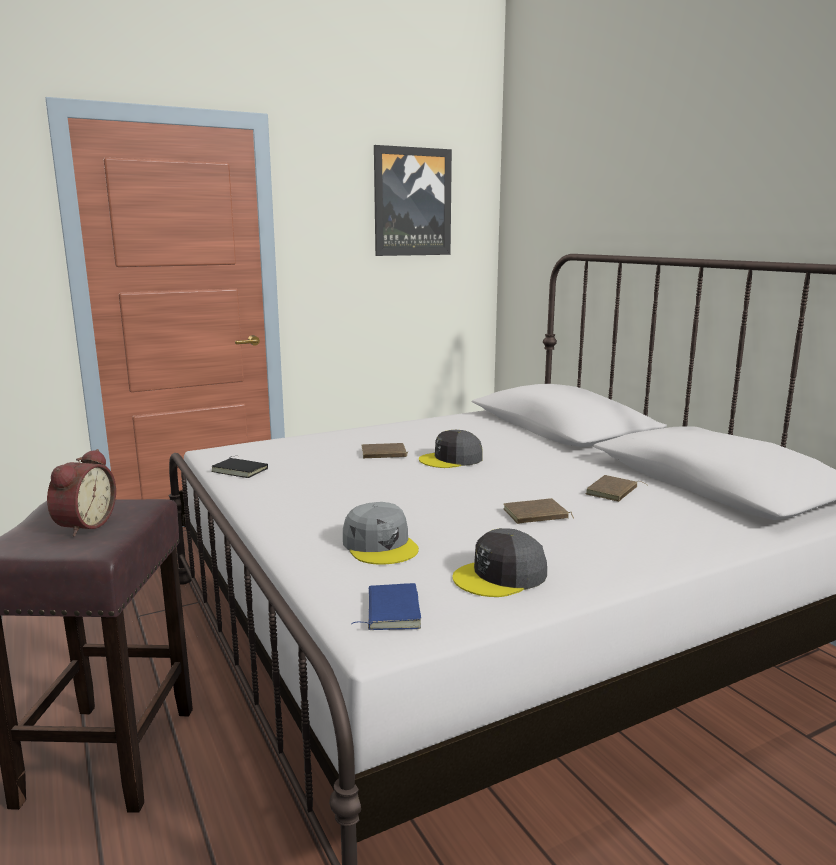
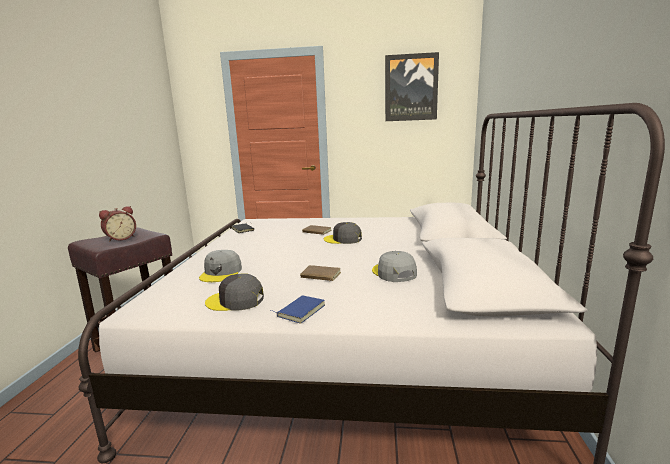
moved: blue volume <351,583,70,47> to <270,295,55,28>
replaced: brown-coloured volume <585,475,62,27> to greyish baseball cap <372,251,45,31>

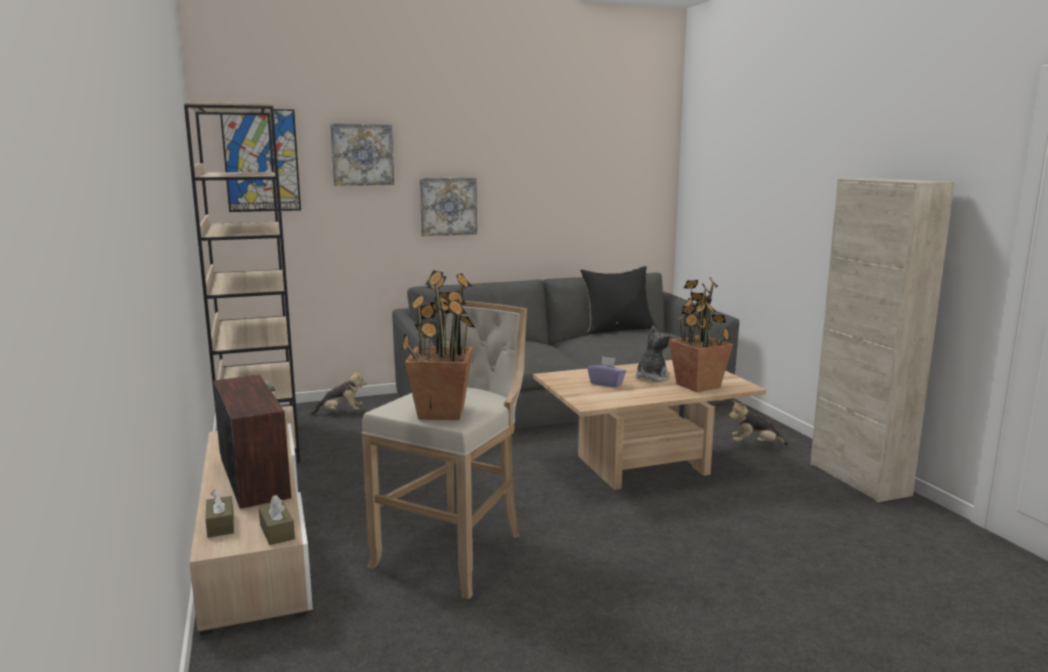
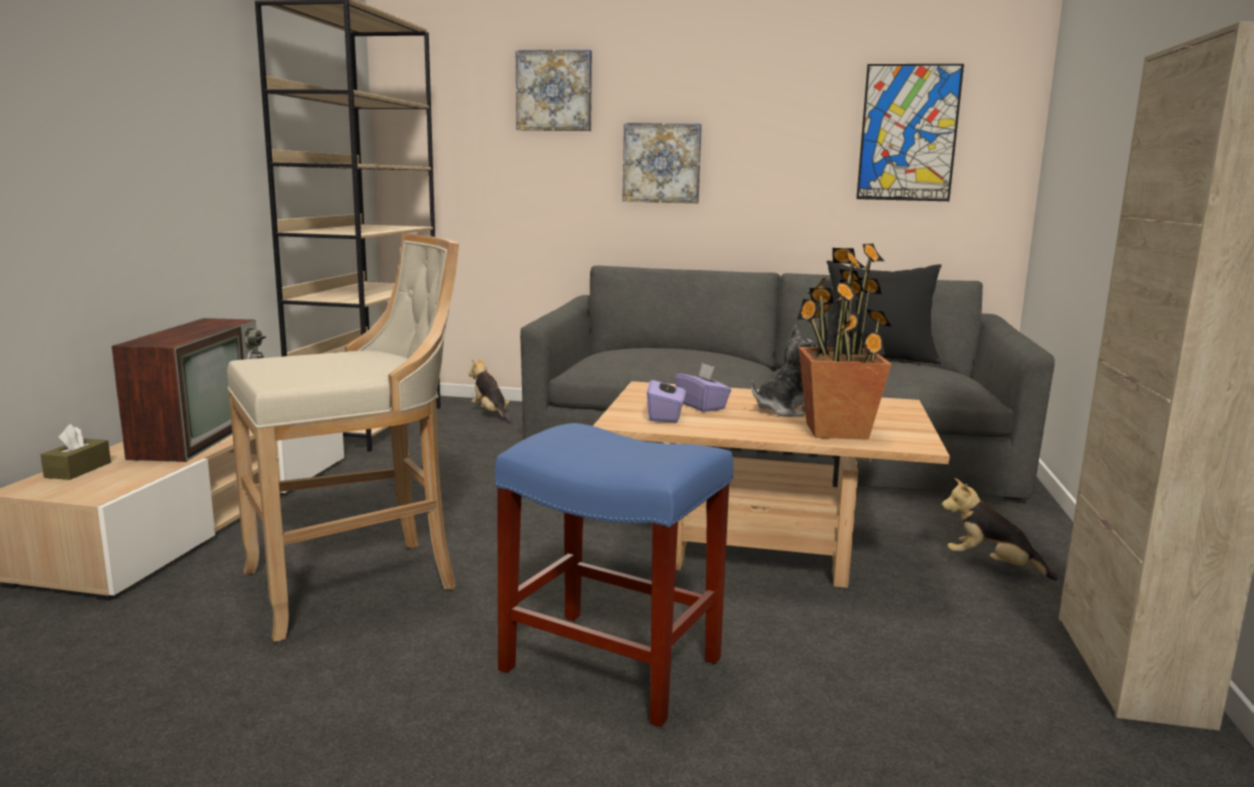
removed: brown-coloured box of tissues <259,495,36,50>; houseplant <401,270,75,150>
added: blue sitting stool <495,423,239,304>; purple box of tissues <647,373,39,49>
moved: wall art <220,109,81,103> to <856,64,108,137>
turned: plush toy <310,369,57,46> = <469,358,43,64> 150 degrees counterclockwise

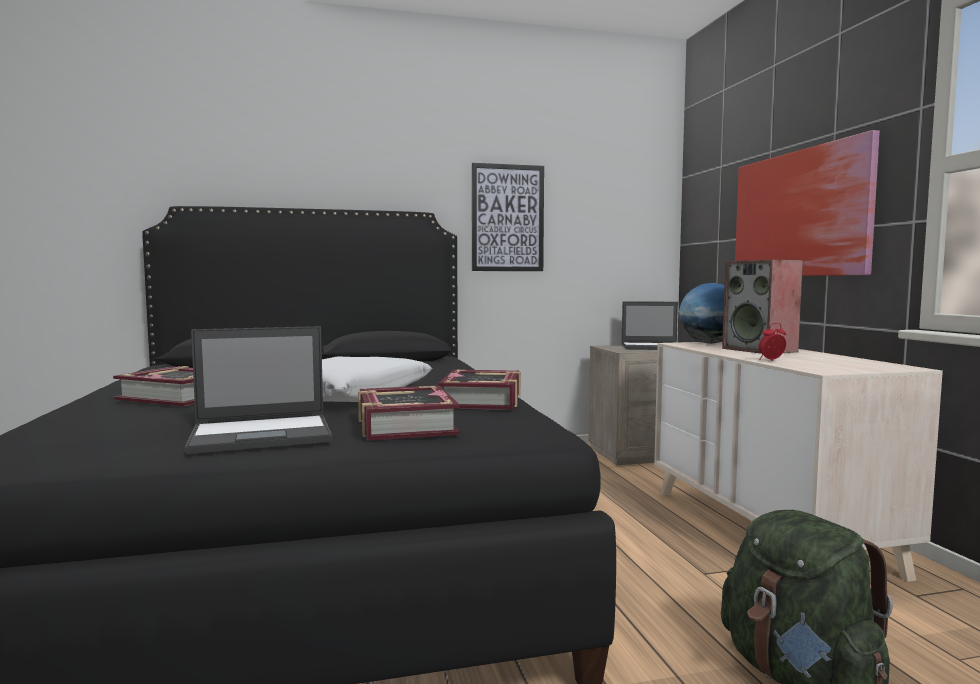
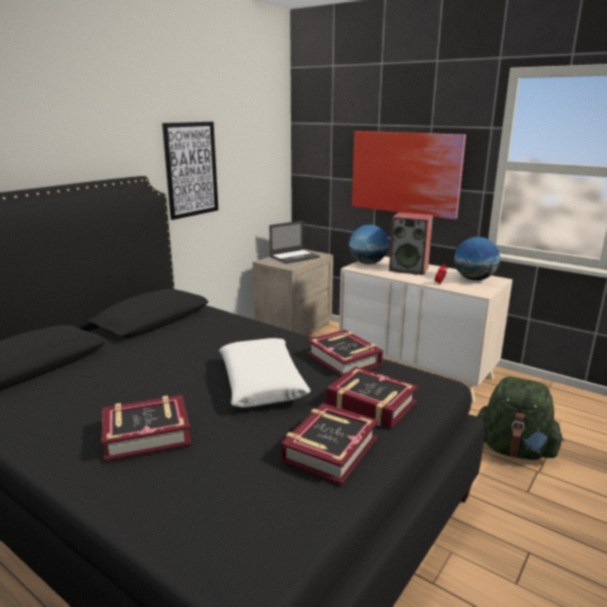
added: world globe <454,237,46,43>
replaced: portable computer <184,326,148,128> to volume <281,403,98,82>

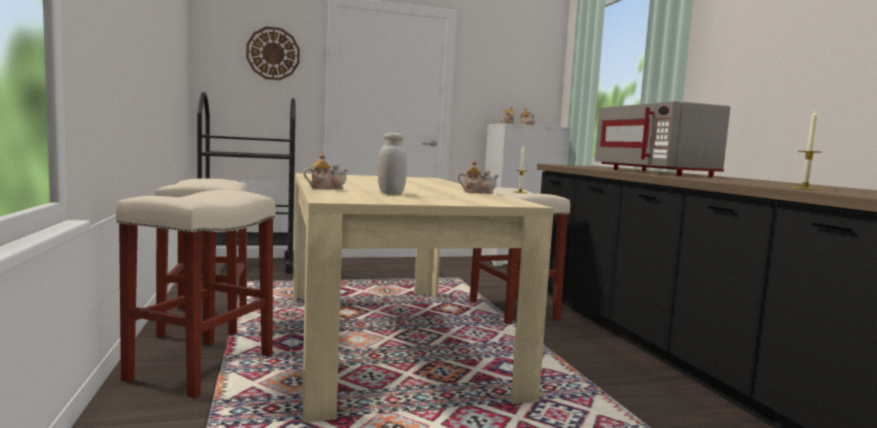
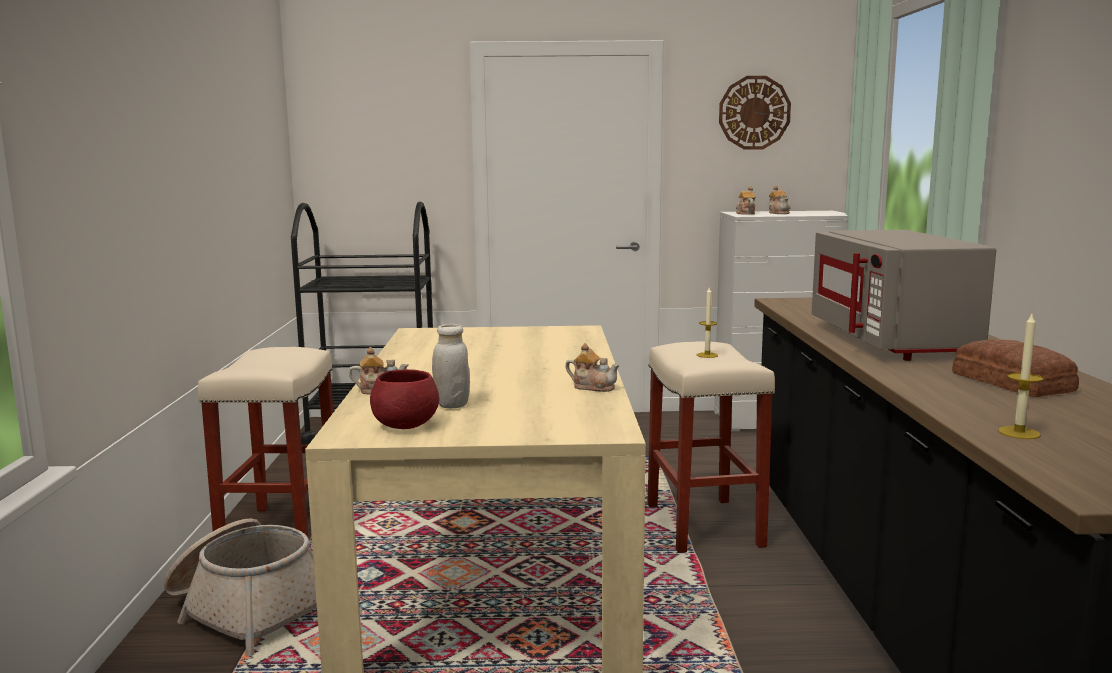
added: reddish serving bowl <370,369,69,60>; bakery bread <952,339,127,58>
moved: clock on the wall <246,26,54,54> to <719,76,72,74>
replaced: sand-coloured sitting stool <116,190,160,209> to storage basket <164,518,153,138>

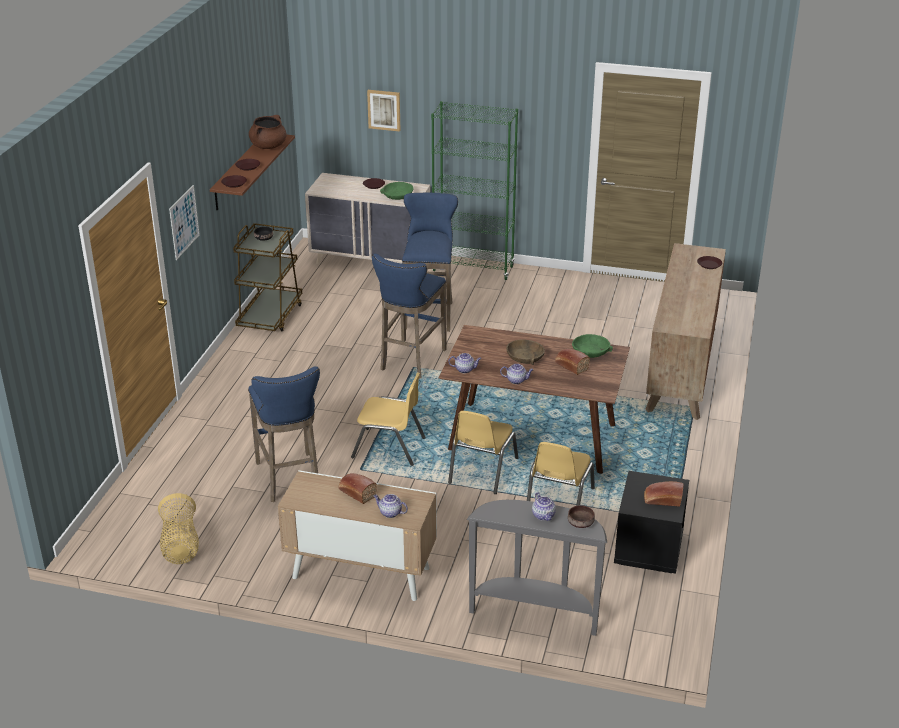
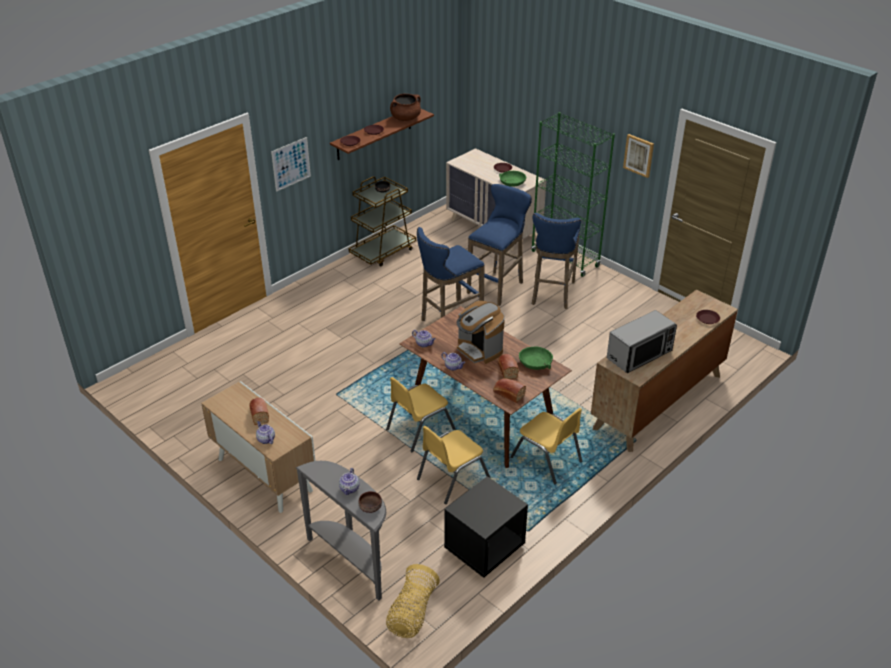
added: kitchen microwave <607,310,70,63>
moved: storage basket <158,493,41,71> to <386,564,54,74>; bakery bread <644,481,39,26> to <493,378,33,25>; yellowish plain chair <351,372,75,94> to <510,408,72,76>; blue sitting stool <248,366,72,136> to <532,213,49,96>; wall art <367,90,33,42> to <623,134,31,44>
replaced: brown-coloured serving bowl <506,340,39,25> to coffee machine <457,301,48,63>

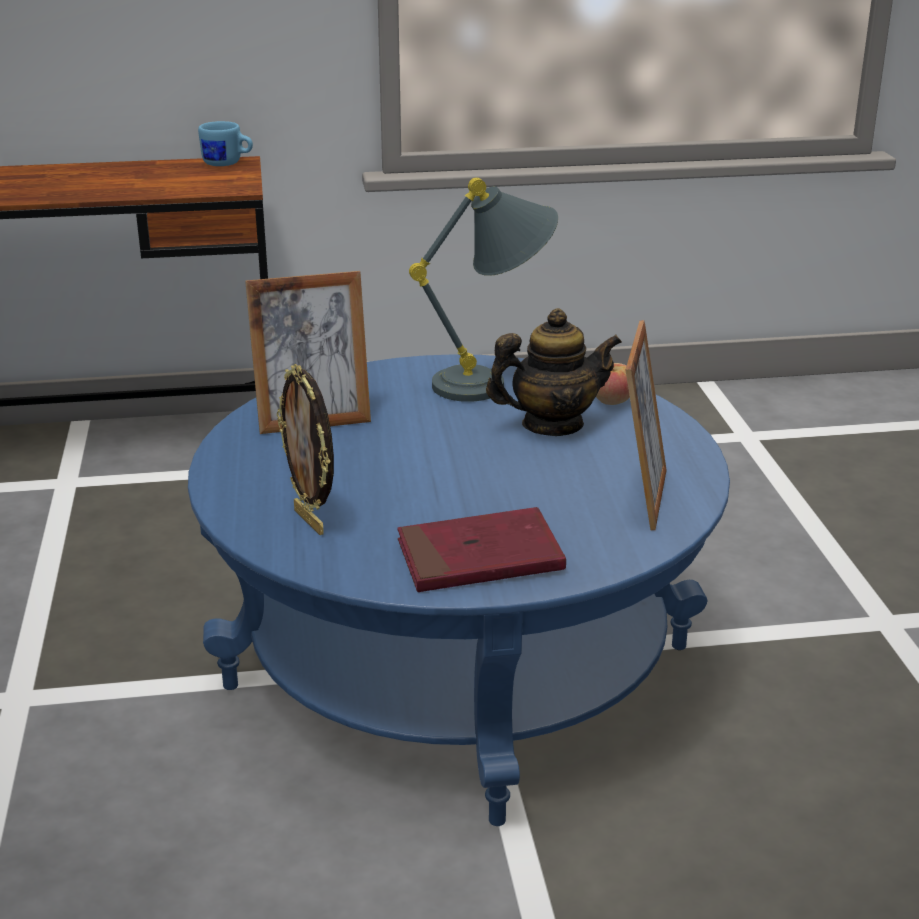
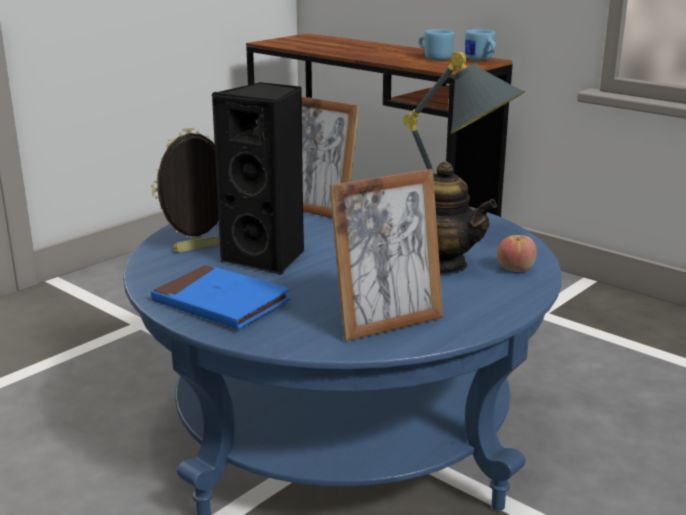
added: black audio speaker <211,82,94,193>; blue mug <419,29,35,31>
recoloured: reddish volume <397,507,169,85> to blue volume <151,264,140,65>
turned: photo frame <277,364,57,171> = <151,128,69,125> 45 degrees clockwise

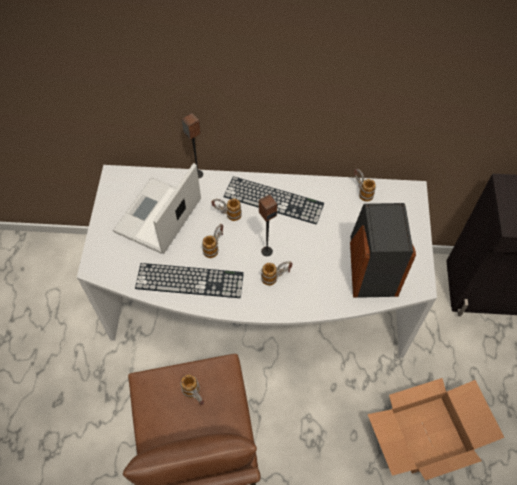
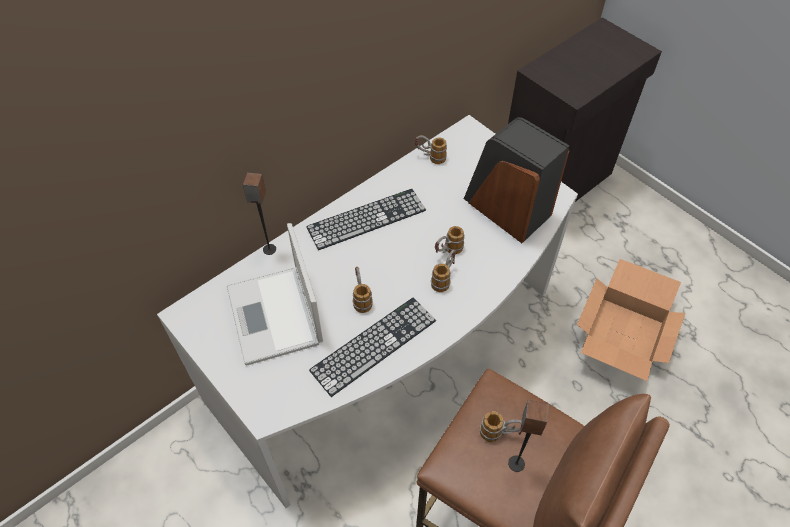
moved: mug <211,198,31,23> to <435,226,30,28>; audio speaker <259,194,18,62> to <508,400,41,72>

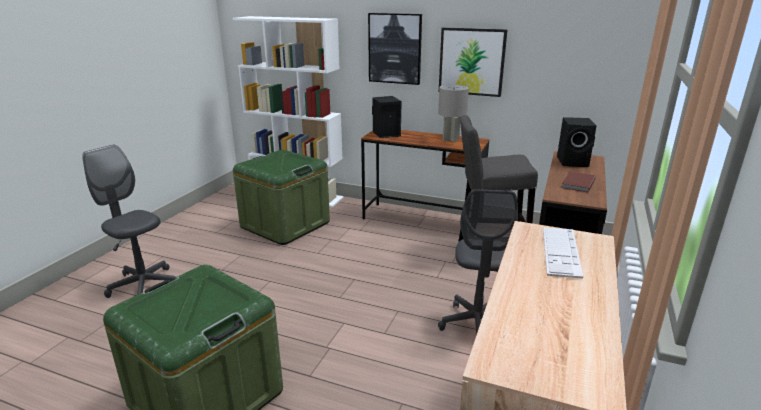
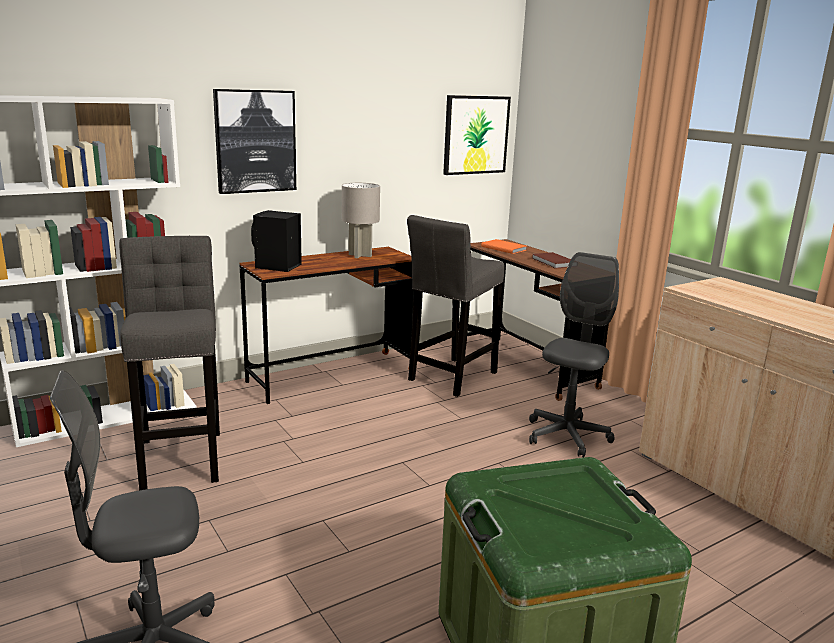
removed: computer keyboard <543,228,40,50>
moved: wall art <439,27,69,70> to <443,95,68,80>
replaced: green-coloured storage box <233,150,97,95> to greyish sitting stool <119,236,101,255>; black audio speaker <557,117,40,50> to orange volume <481,239,46,15>
turned: greyish desk chair <438,189,80,146> = <529,252,90,206> 105 degrees counterclockwise

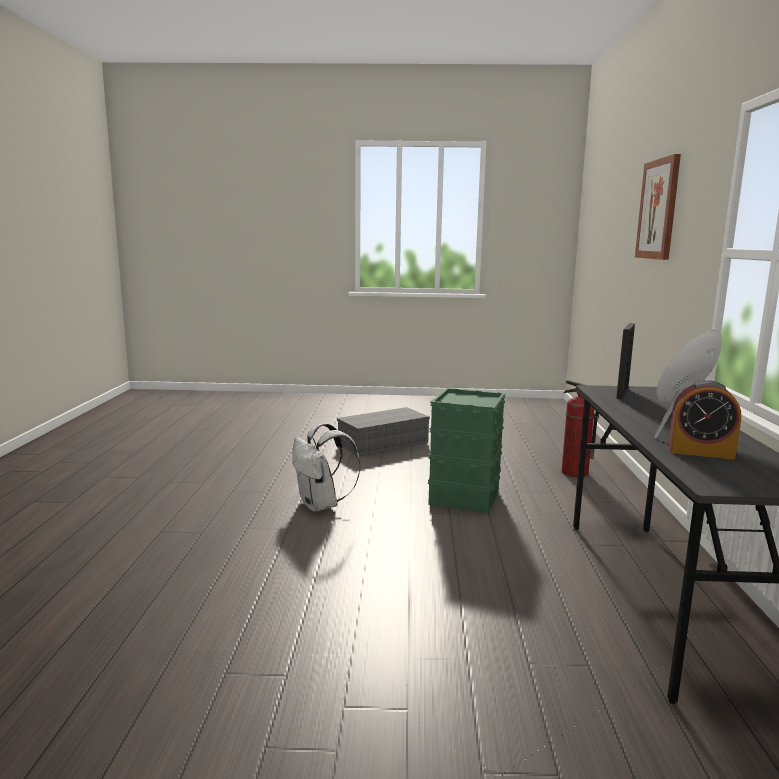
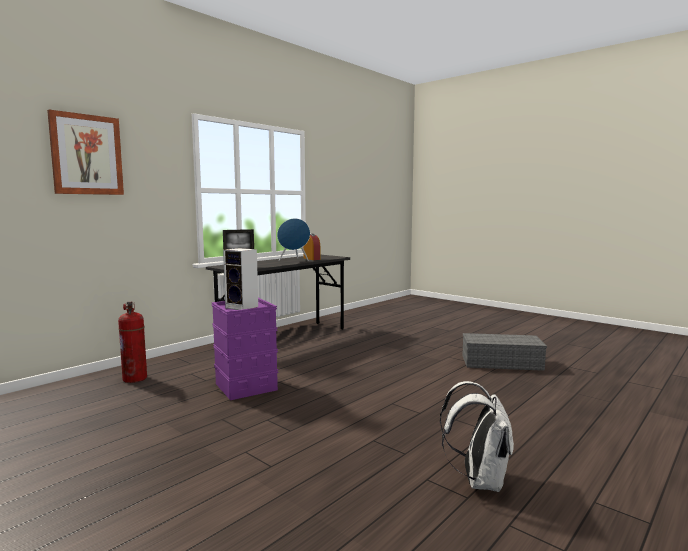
added: audio speaker <223,248,35,62>
moved: whitish knapsack <292,423,69,89> to <440,381,74,111>; greyish storage box <337,407,93,49> to <462,333,85,38>
recoloured: green-coloured storage box <428,388,77,126> to purple storage box <211,298,67,102>

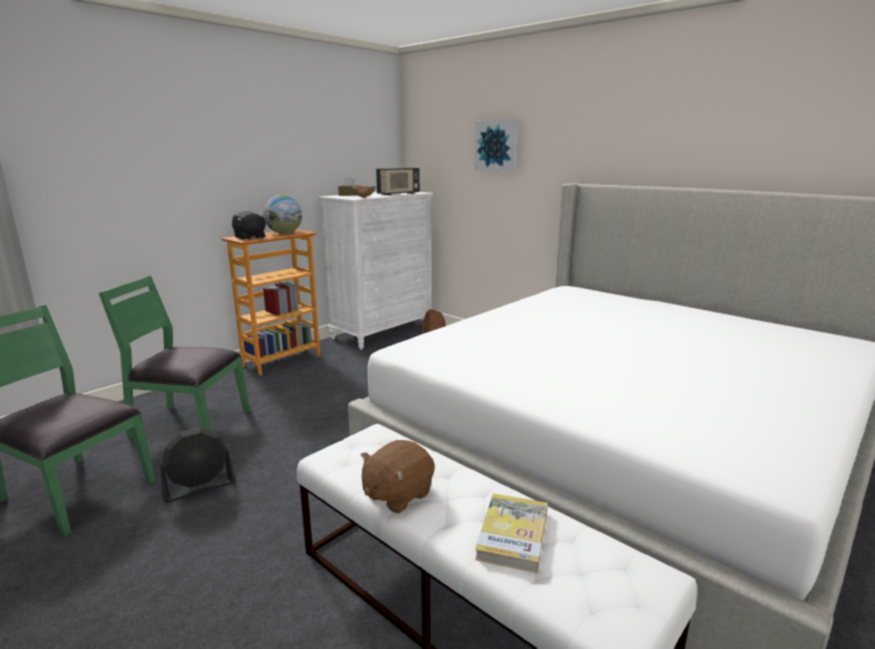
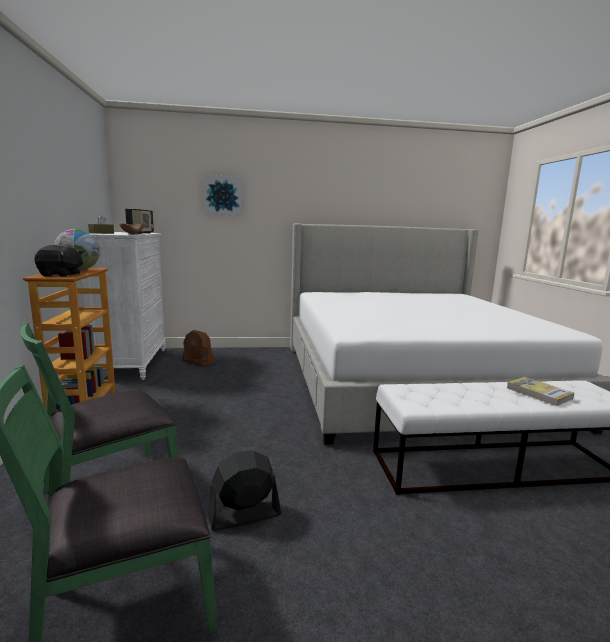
removed: brown-coloured plush toy <361,440,74,73>
turned: black electric fan <160,428,75,75> = <208,450,73,81> 120 degrees counterclockwise

